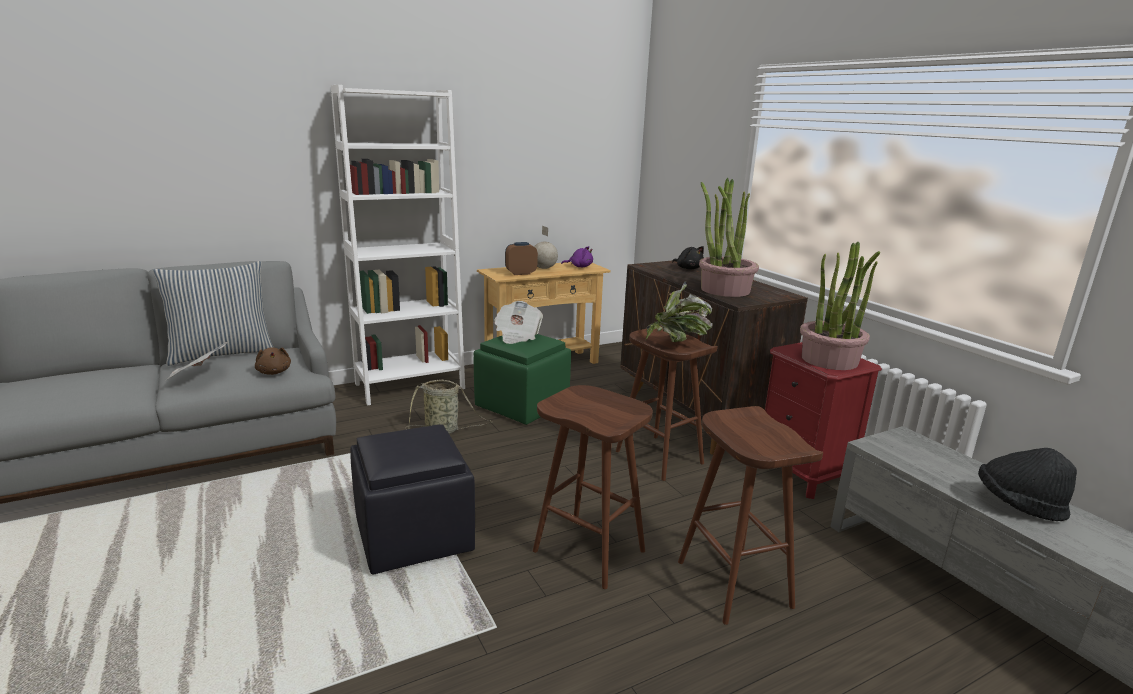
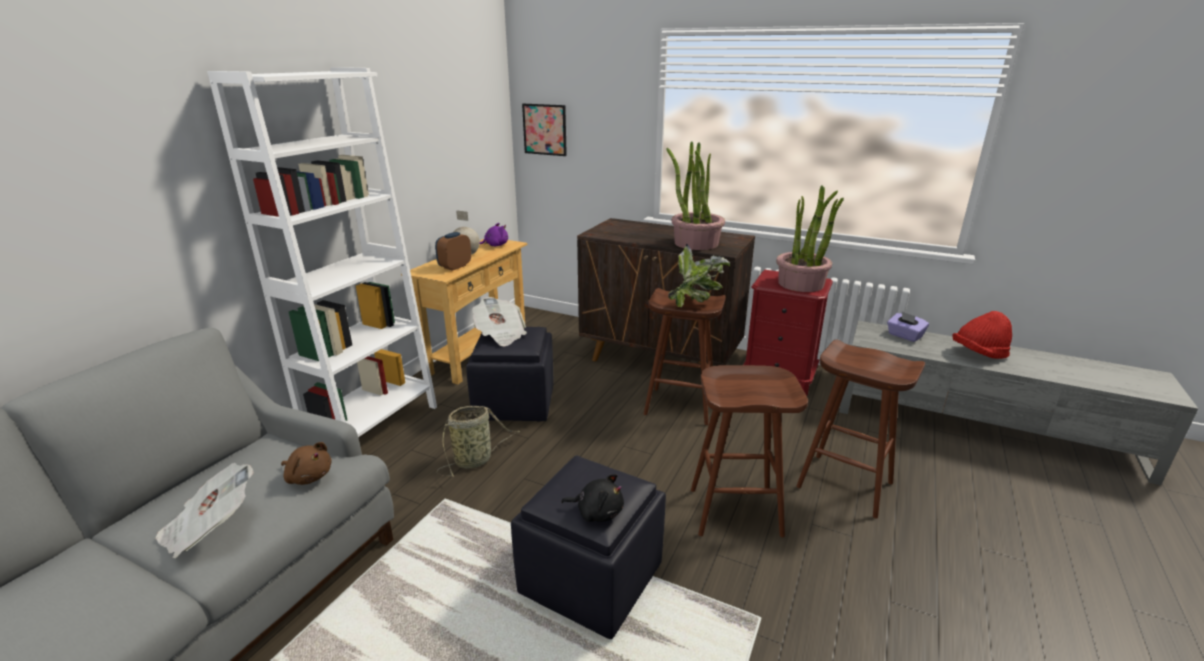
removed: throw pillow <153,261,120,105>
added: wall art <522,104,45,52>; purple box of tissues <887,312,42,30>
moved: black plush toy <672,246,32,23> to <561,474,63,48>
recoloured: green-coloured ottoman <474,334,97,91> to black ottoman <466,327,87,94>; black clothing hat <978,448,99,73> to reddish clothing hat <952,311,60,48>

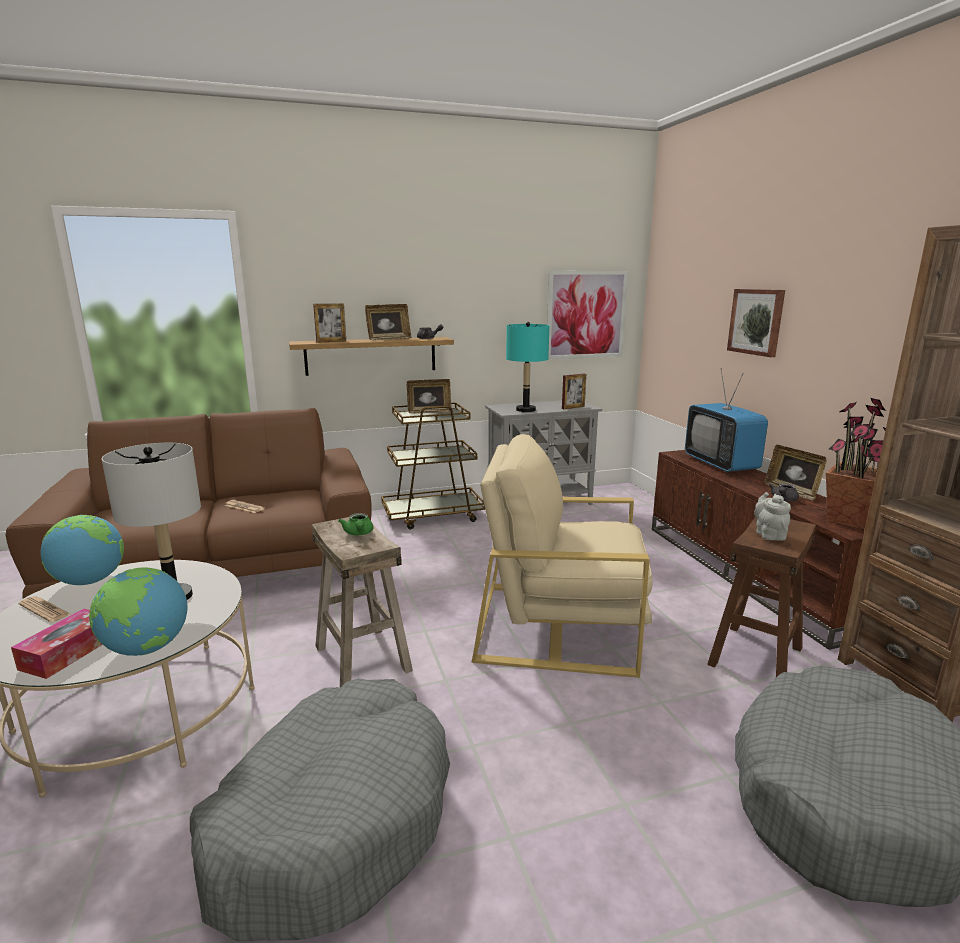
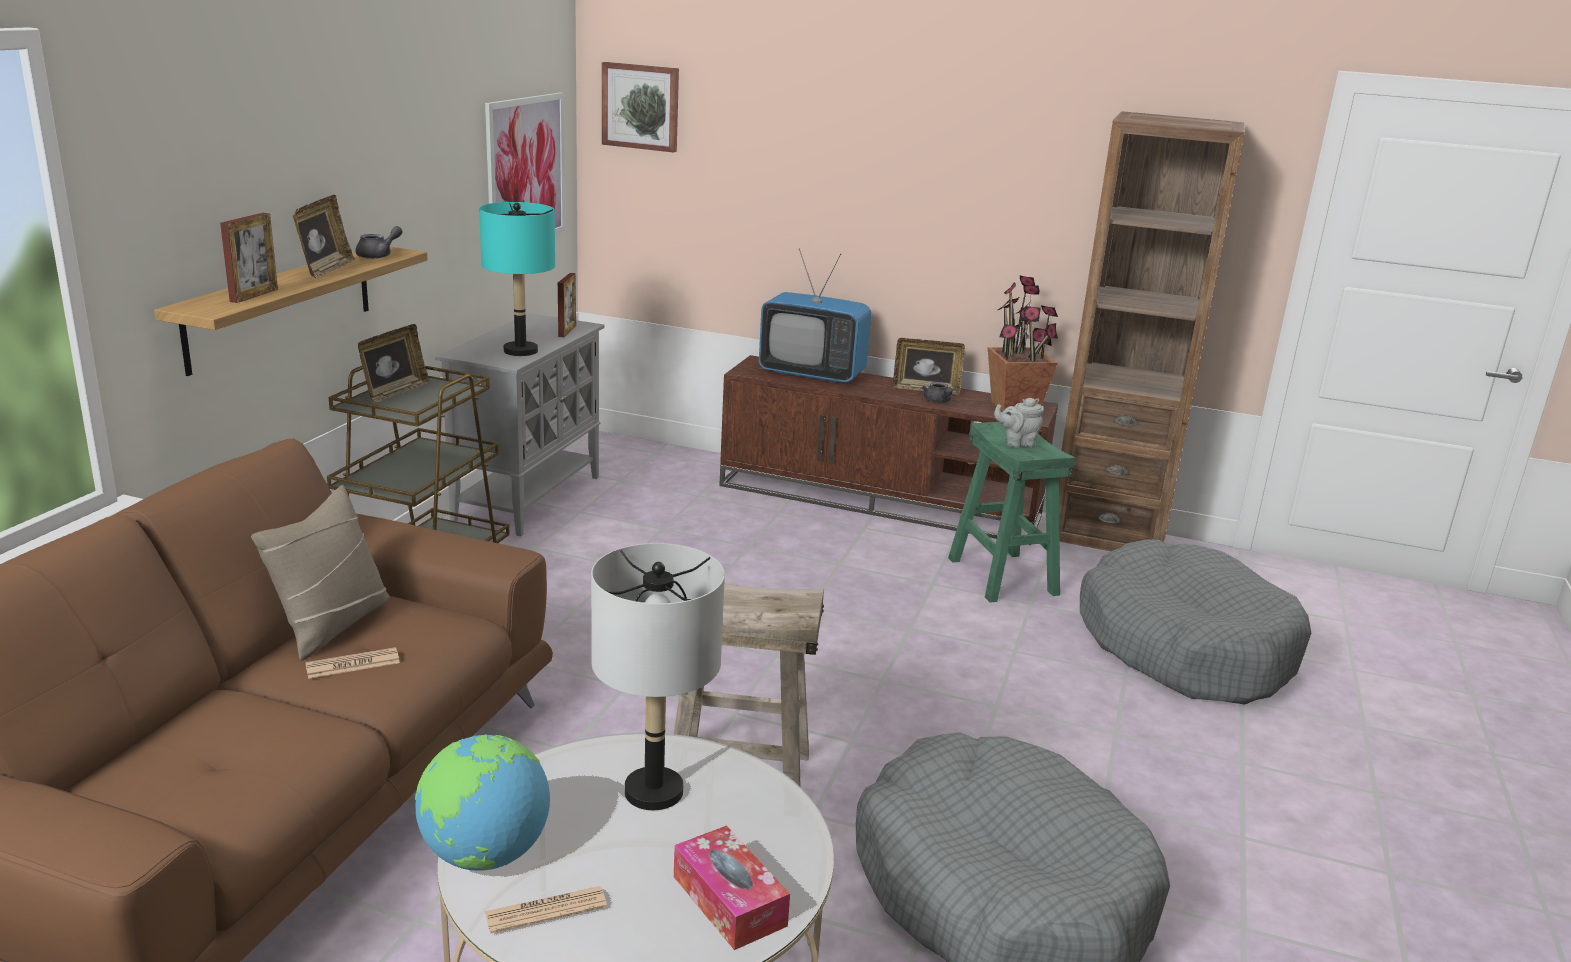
removed: world globe <89,567,98,89>; green-coloured tea pot <338,513,36,22>; sand-coloured easy chair <471,434,181,244>
added: sand-coloured throw pillow <251,485,139,176>
moved: wall art <727,289,58,68> to <602,62,77,90>
recoloured: brown-coloured sitting stool <707,517,109,160> to green-coloured sitting stool <948,422,127,181>
turned: greyish tea pot <754,492,37,49> = <994,398,50,49> 45 degrees counterclockwise

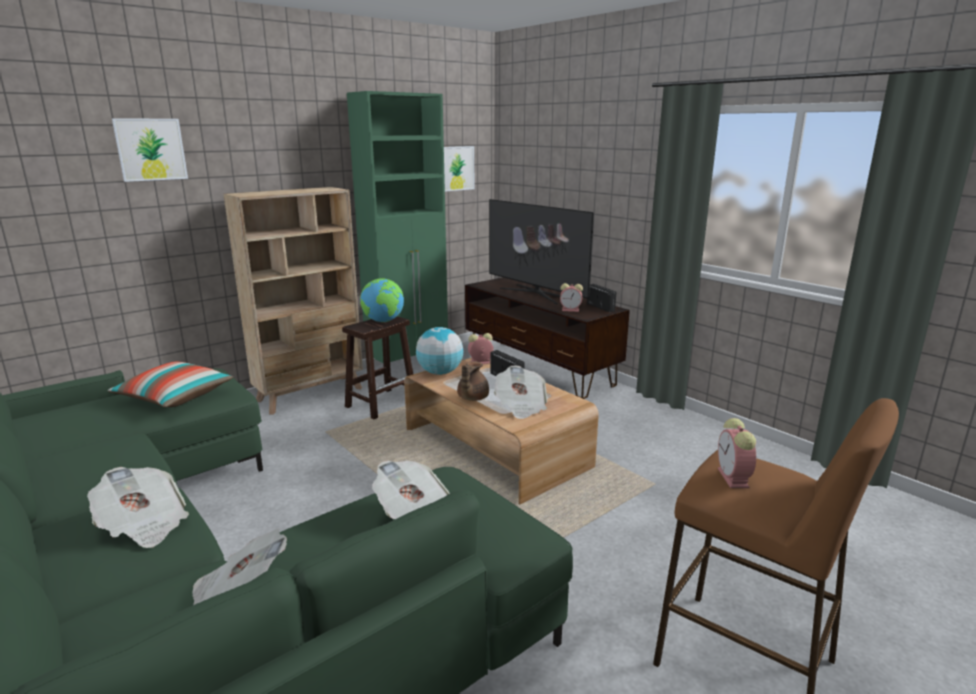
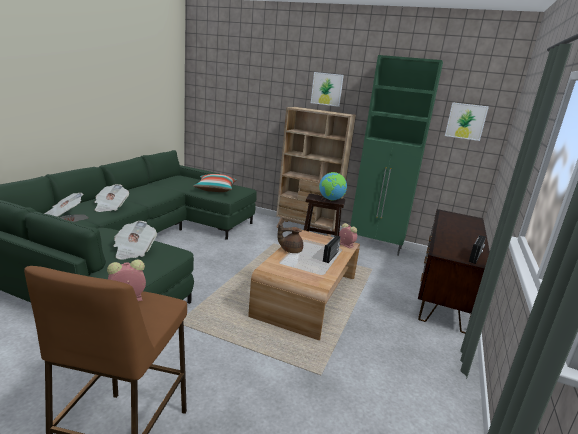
removed: world globe <416,327,47,48>; television <489,199,105,105>; alarm clock <560,283,23,29>
moved: newspaper <494,366,53,53> to <44,193,40,24>; wall art <112,118,76,64> to <311,72,33,35>

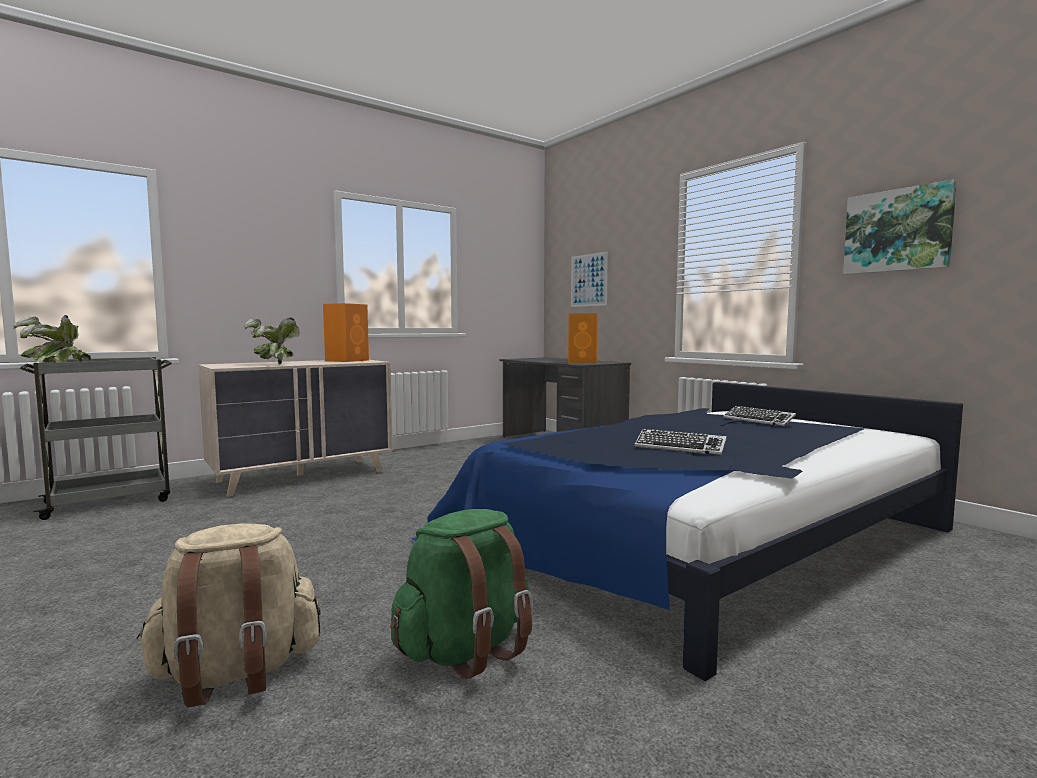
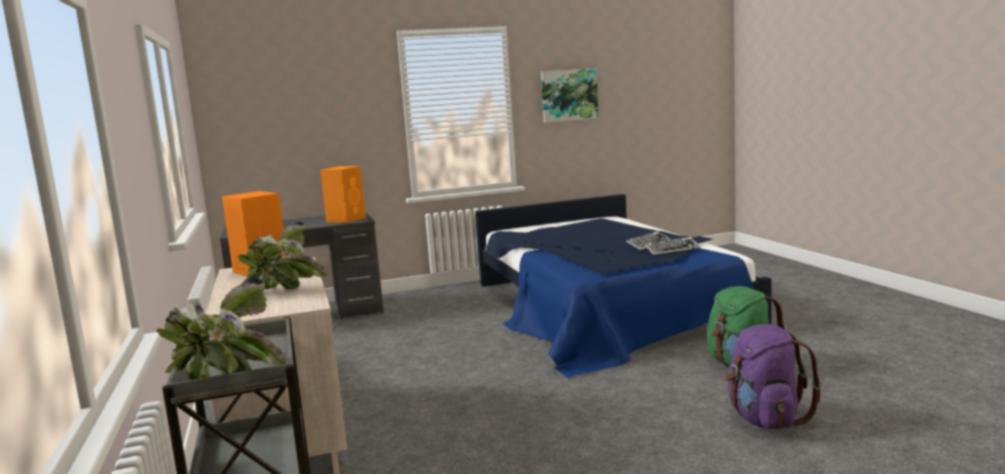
removed: wall art <571,251,37,56>
moved: computer keyboard <723,406,73,20> to <644,237,56,18>
recoloured: sand-coloured knapsack <136,523,185,185> to purple knapsack <724,324,98,105>

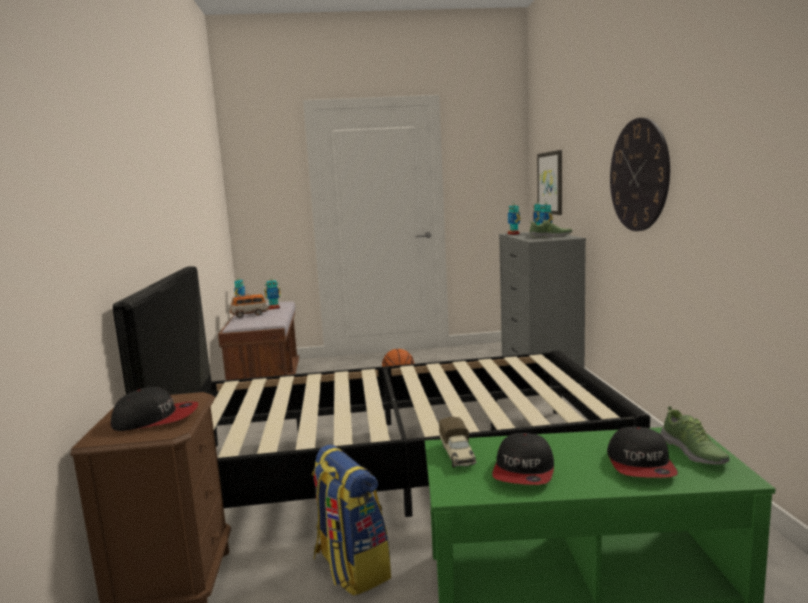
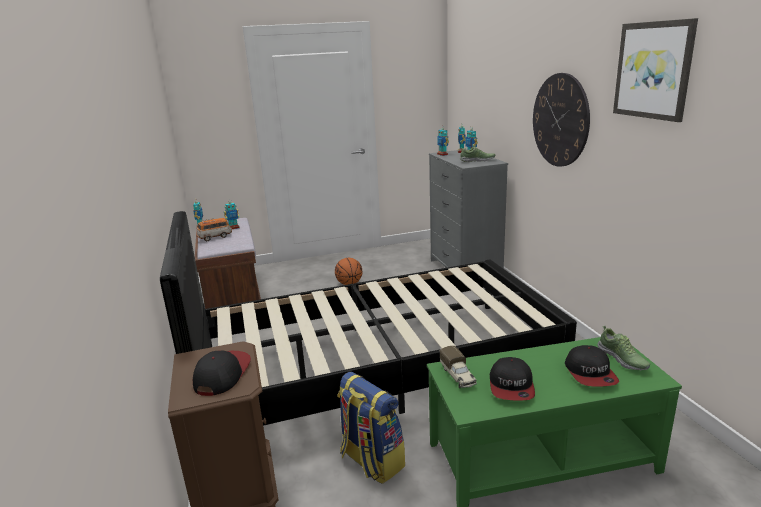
moved: wall art <537,150,25,65> to <613,18,85,104>
turned: baseball cap <111,387,87,44> = <193,351,58,45> 60 degrees counterclockwise

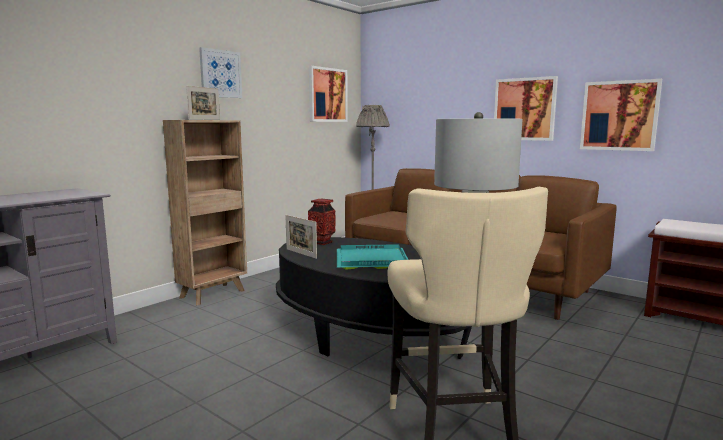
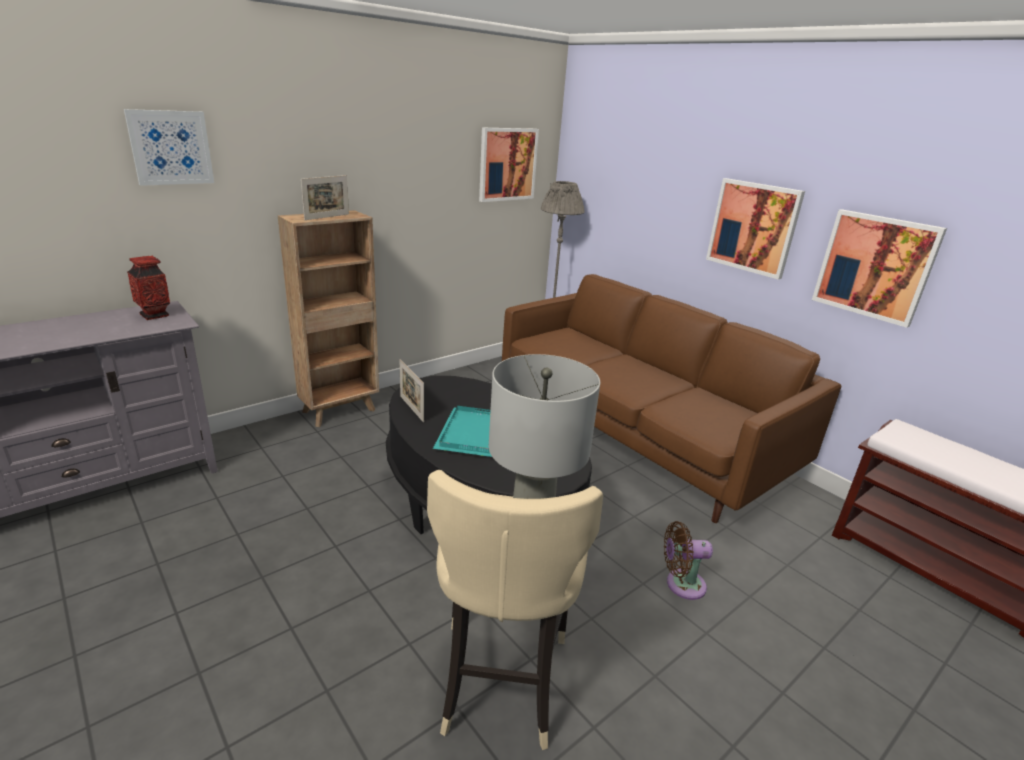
added: brown-coloured electric fan <664,521,49,79>
moved: wall art <199,47,43,51> to <124,109,90,77>; decorative vase <308,199,28,46> to <127,256,43,64>

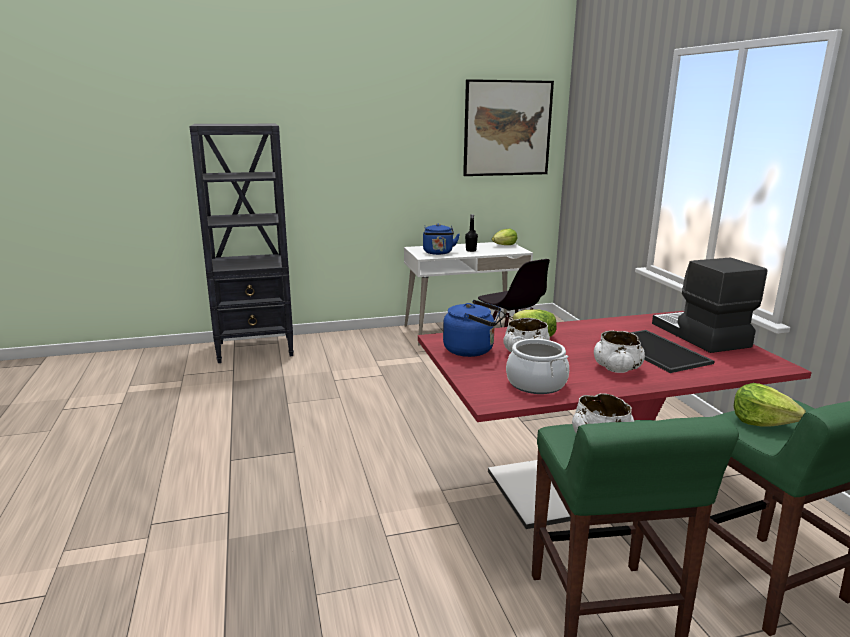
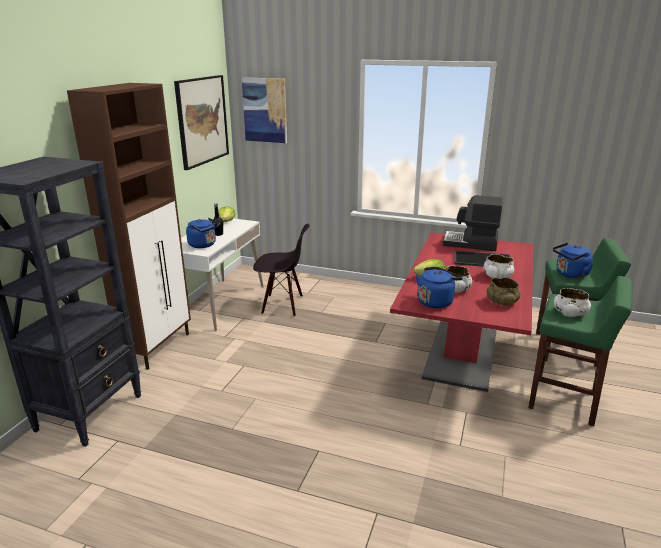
added: brown-coloured cupboard <67,83,124,287>; wall art <242,77,45,66>
replaced: saucepot <506,336,63,58> to sand-coloured serving bowl <487,277,34,29>; lettuce <734,383,72,44> to blue tea kettle <553,243,40,35>

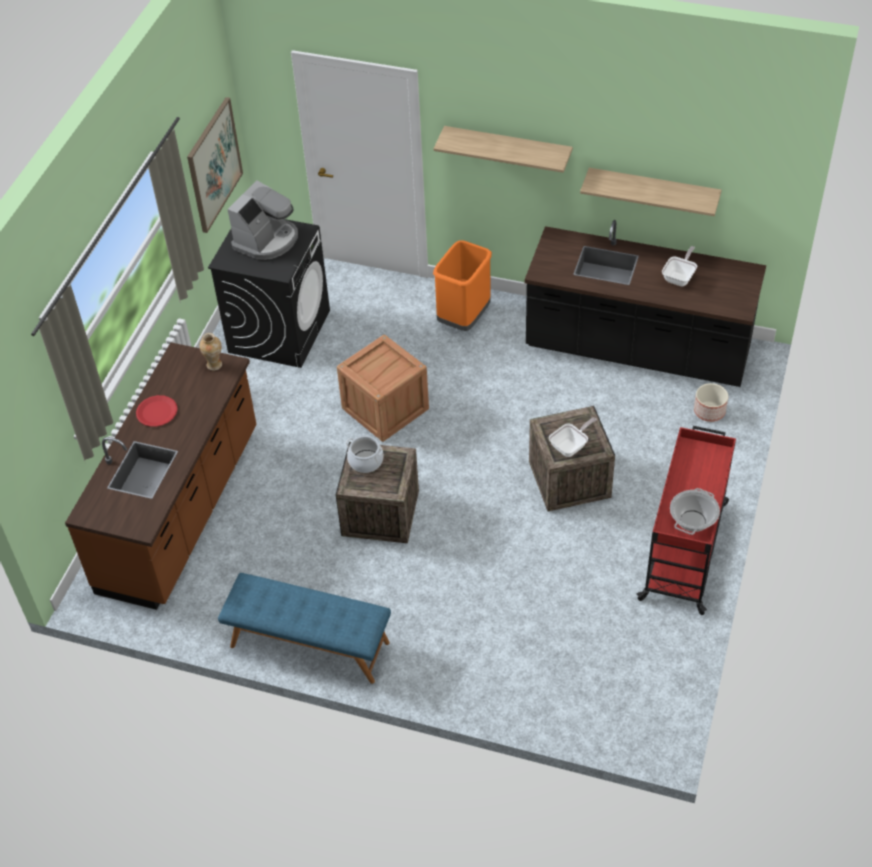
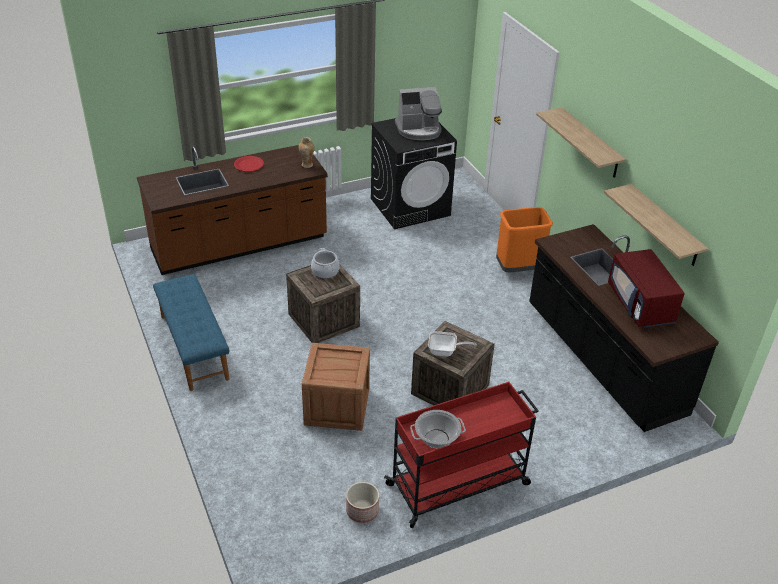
removed: wall art <187,97,56,136>
moved: shipping crate <337,335,92,107> to <302,343,68,88>; plant pot <694,383,34,39> to <346,482,33,41>
replaced: skillet <662,246,35,40> to reddish kitchen microwave <608,249,77,79>

